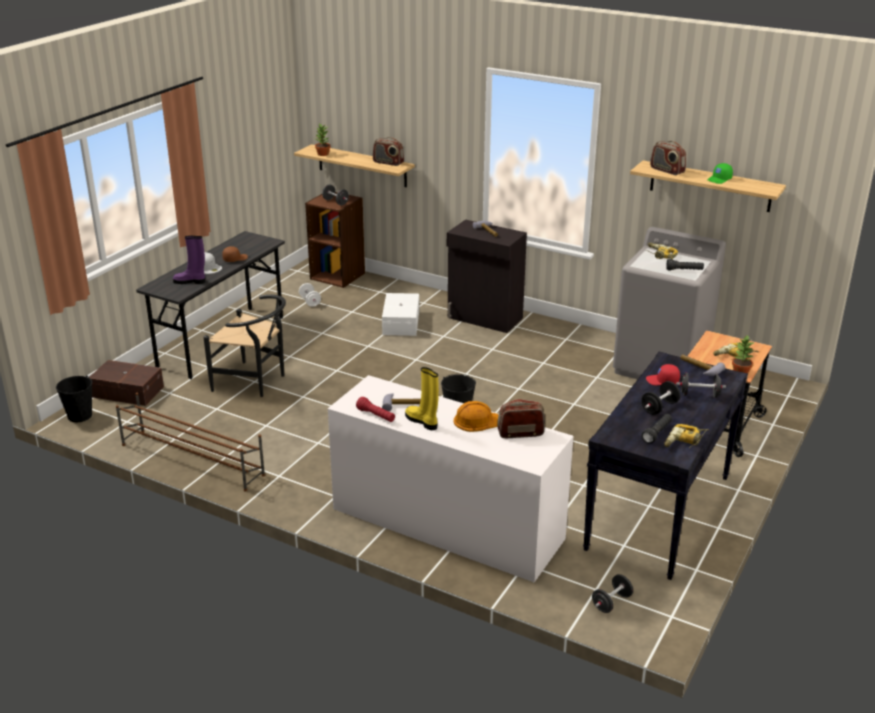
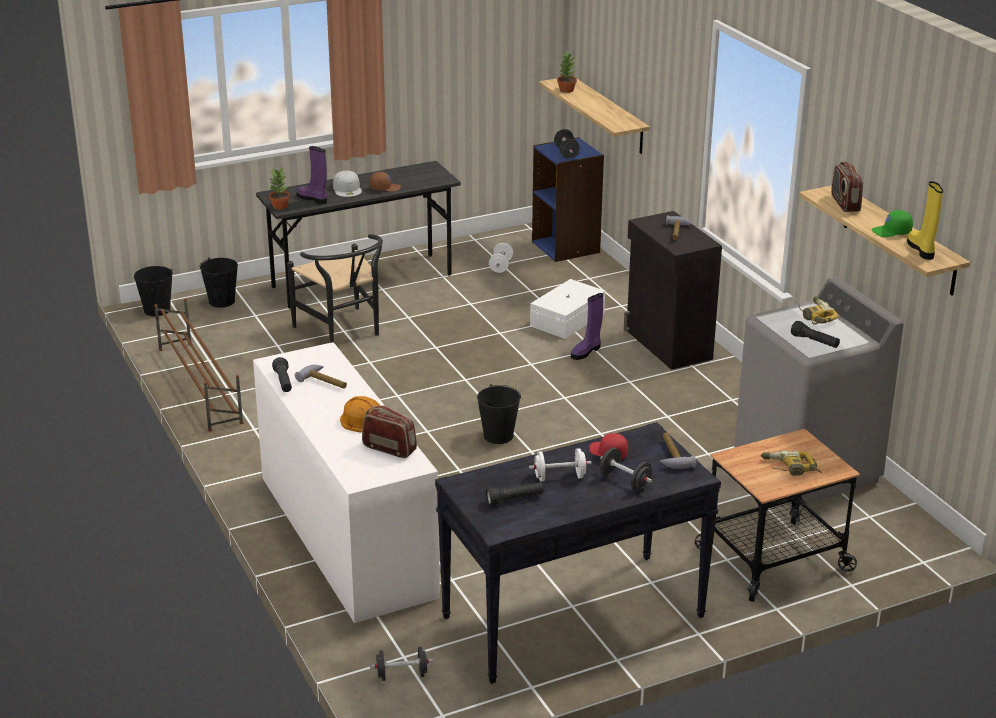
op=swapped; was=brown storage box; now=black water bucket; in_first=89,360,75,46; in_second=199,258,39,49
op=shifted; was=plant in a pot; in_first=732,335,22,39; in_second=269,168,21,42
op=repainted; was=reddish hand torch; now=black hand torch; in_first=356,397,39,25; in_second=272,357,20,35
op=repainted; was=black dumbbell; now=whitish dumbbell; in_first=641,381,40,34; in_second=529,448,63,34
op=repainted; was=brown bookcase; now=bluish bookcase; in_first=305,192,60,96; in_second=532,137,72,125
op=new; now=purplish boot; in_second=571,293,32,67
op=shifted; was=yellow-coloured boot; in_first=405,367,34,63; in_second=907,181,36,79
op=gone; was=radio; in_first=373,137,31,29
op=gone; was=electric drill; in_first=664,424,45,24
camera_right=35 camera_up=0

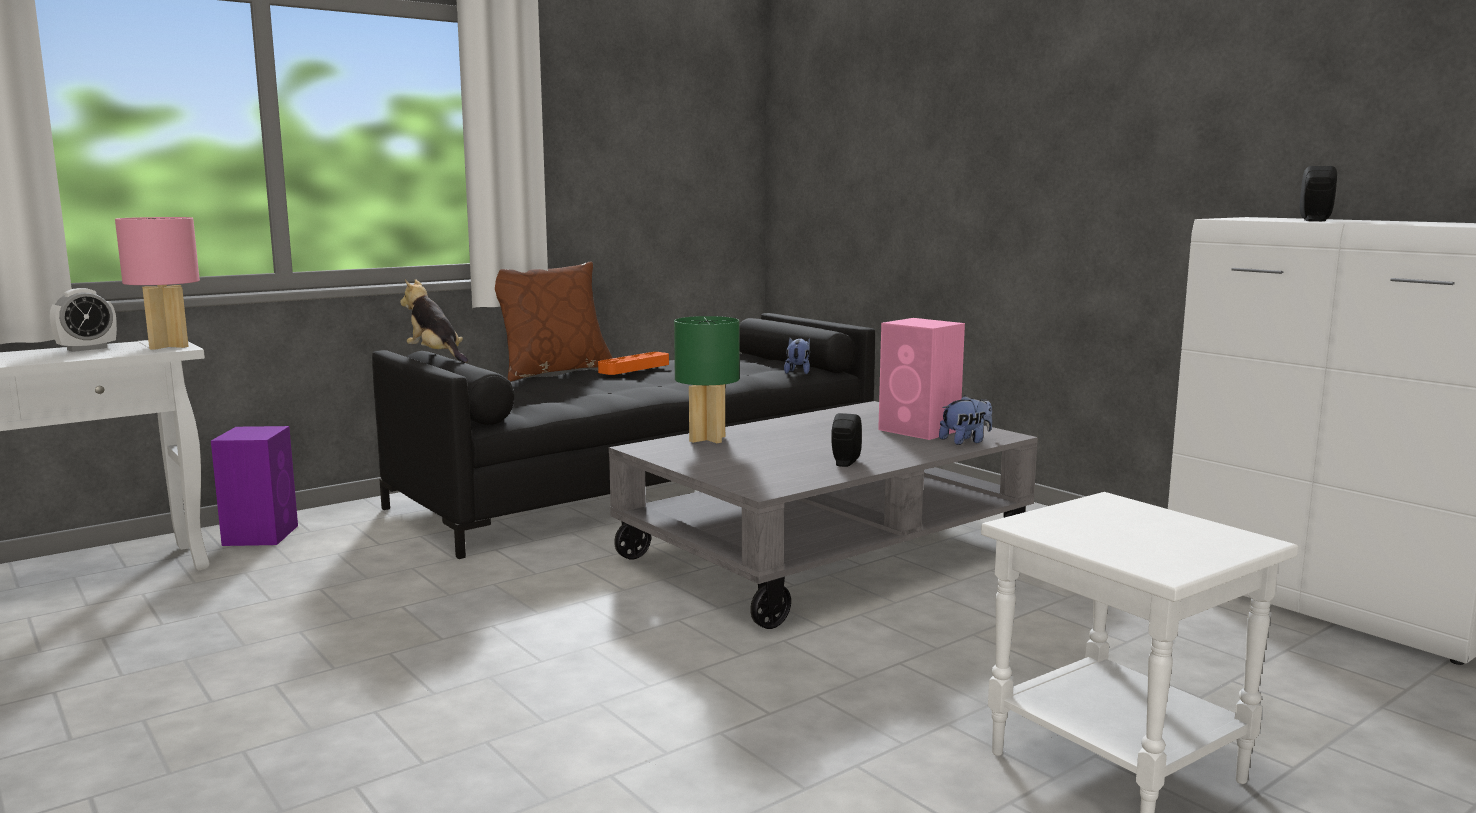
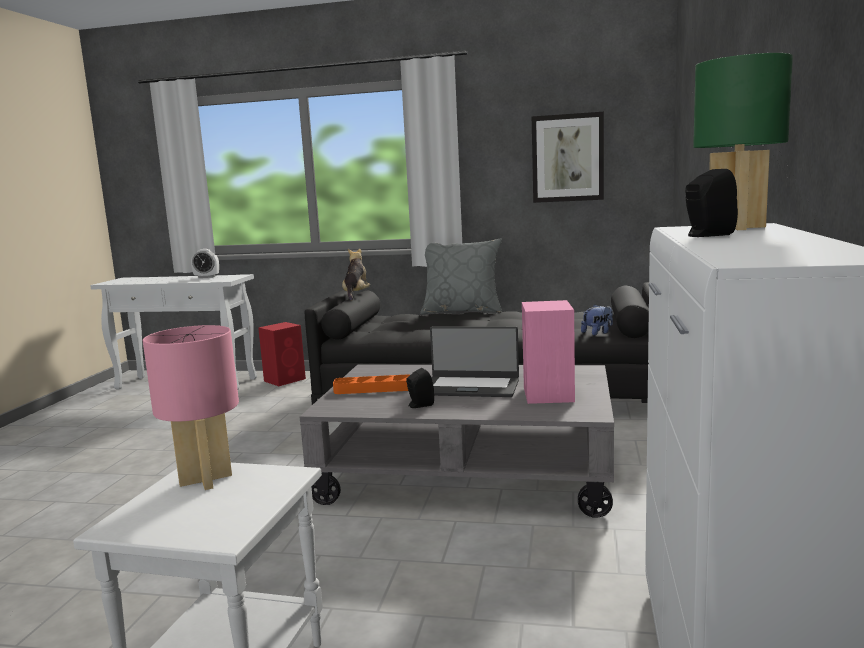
op=shifted; was=pink table lamp; in_first=115,217,85,133; in_second=143,325,96,165
op=repainted; was=purplish audio speaker; now=reddish audio speaker; in_first=211,426,87,120; in_second=258,322,48,64
op=shifted; was=orangey tray; in_first=598,352,71,23; in_second=333,374,77,20
op=repainted; was=brown pillow; now=greyish pillow; in_first=495,261,118,121; in_second=420,239,82,75
op=new; now=laptop; in_second=430,326,89,71
op=new; now=wall art; in_second=532,112,72,91
op=shifted; was=greenish table lamp; in_first=674,316,66,127; in_second=693,53,100,177
op=gone; was=plush toy; in_first=939,395,53,50
camera_right=50 camera_up=0

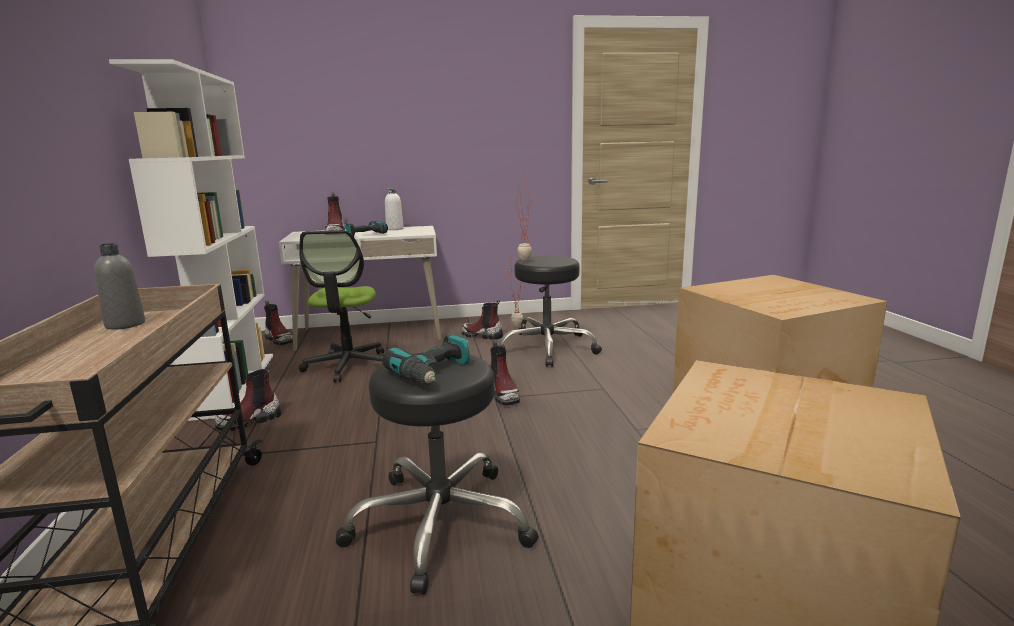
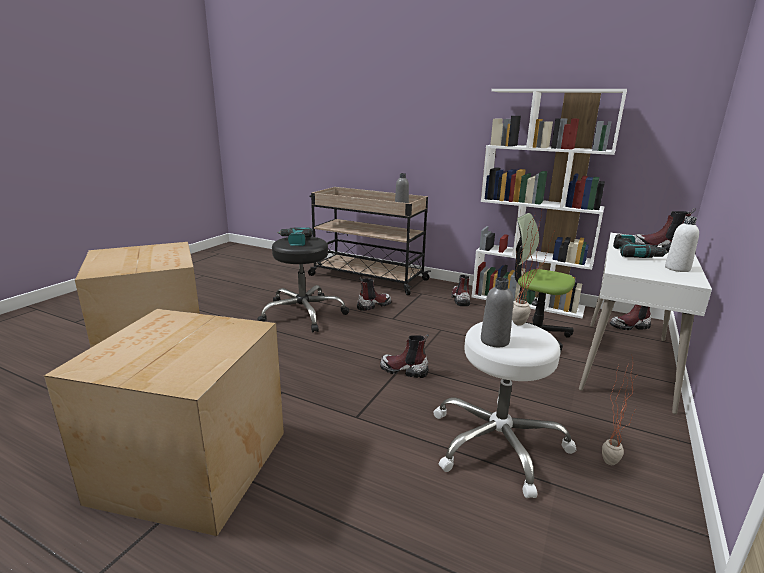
op=shifted; was=boot; in_first=462,300,41,40; in_second=357,278,35,33
op=repainted; was=black stool; now=whitish stool; in_first=499,256,103,111; in_second=433,320,144,178
op=new; now=greyish bottle; in_second=481,277,32,70
camera_right=125 camera_up=5

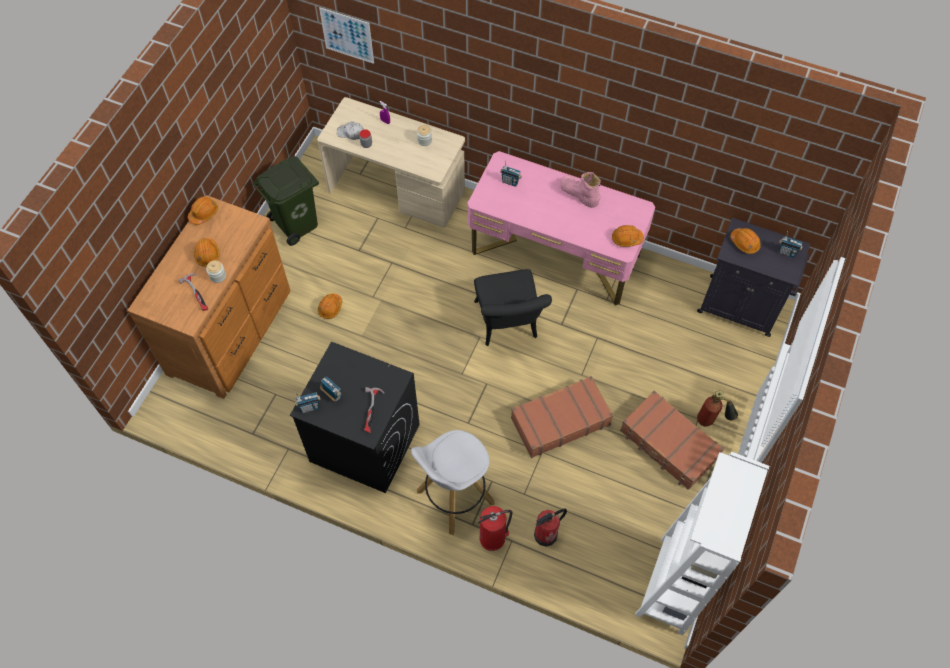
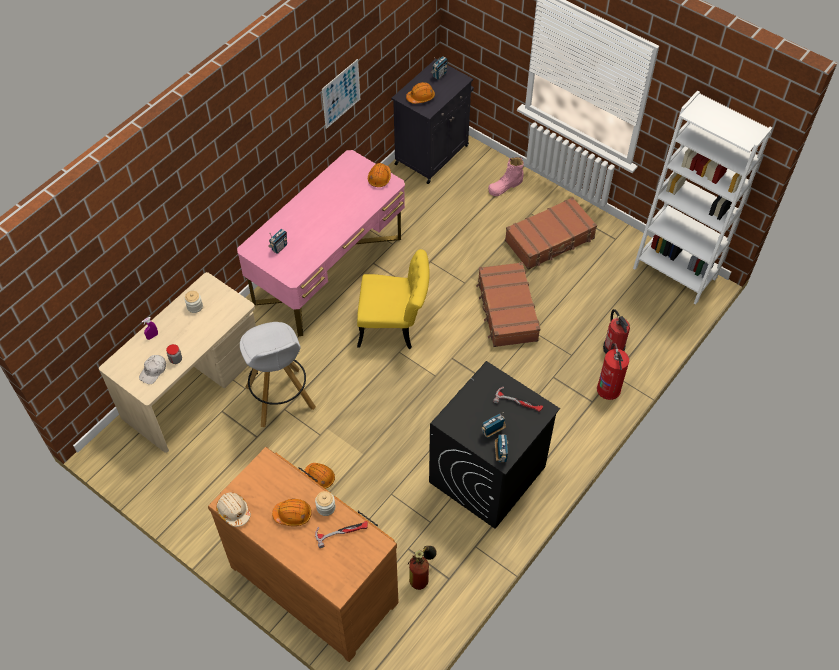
op=repainted; was=orangey hard hat; now=beige-coloured hard hat; in_first=188,196,30,29; in_second=216,492,35,35
op=shifted; was=whitish stool; in_first=411,430,84,105; in_second=240,322,76,105
op=shifted; was=wall art; in_first=319,7,55,57; in_second=322,59,38,70
op=repainted; was=black plain chair; now=yellow-coloured plain chair; in_first=474,269,78,77; in_second=357,249,73,100
op=shifted; was=extinguisher; in_first=697,390,41,37; in_second=408,546,29,44
op=shifted; was=pink boot; in_first=560,172,41,36; in_second=488,157,36,39
op=gone; was=greenish waste bin; in_first=252,155,67,91
camera_right=-75 camera_up=-5

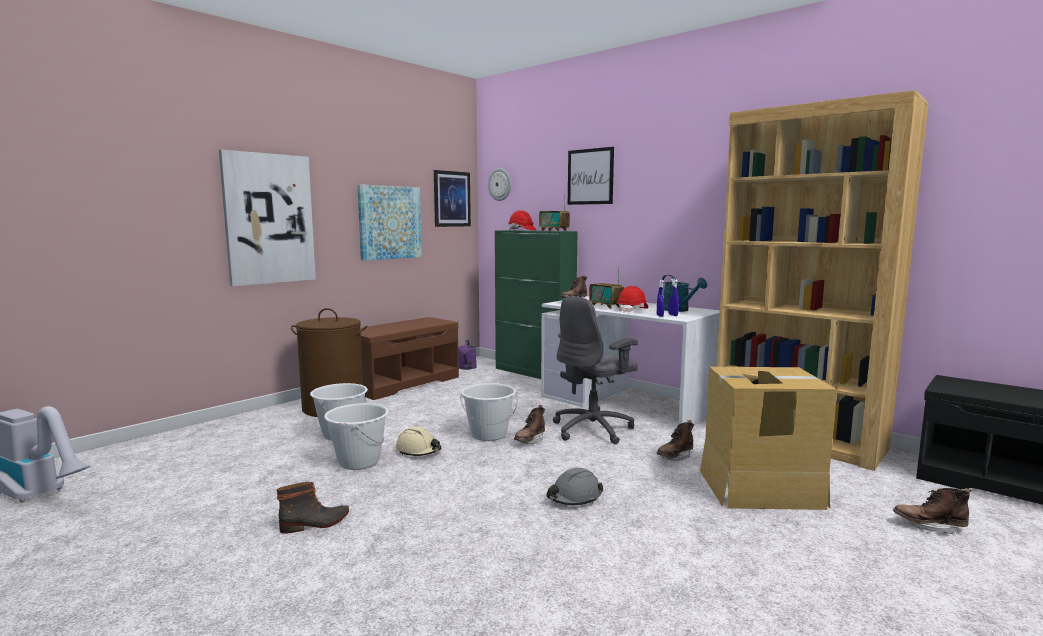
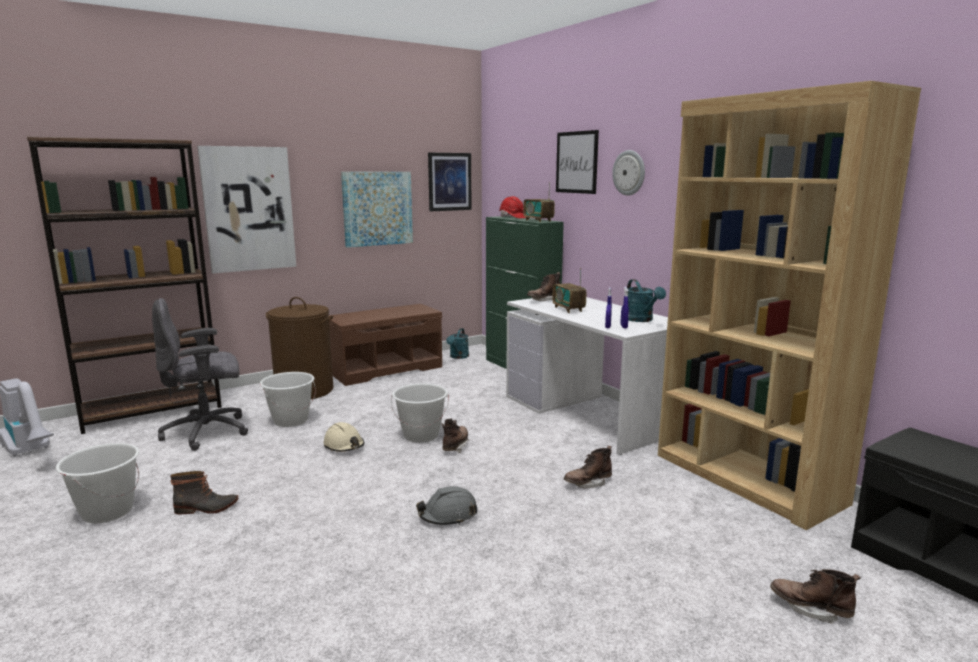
op=new; now=brown bookcase; in_second=27,137,195,297
op=shifted; was=whitish water bucket; in_first=324,403,65,67; in_second=56,443,83,80
op=shifted; was=greyish office chair; in_first=553,296,85,148; in_second=152,298,96,153
op=rotated; was=brown boot; in_first=514,405,31,39; in_second=442,418,27,35; clockwise=150
op=repainted; was=purplish sprinkling can; now=blue-green sprinkling can; in_first=458,340,19,30; in_second=446,328,23,31
op=shifted; was=wall clock; in_first=488,168,23,33; in_second=612,150,33,46
op=gone; was=reddish hard hat; in_first=617,286,32,27
op=gone; was=carton; in_first=700,367,137,143
camera_right=15 camera_up=5

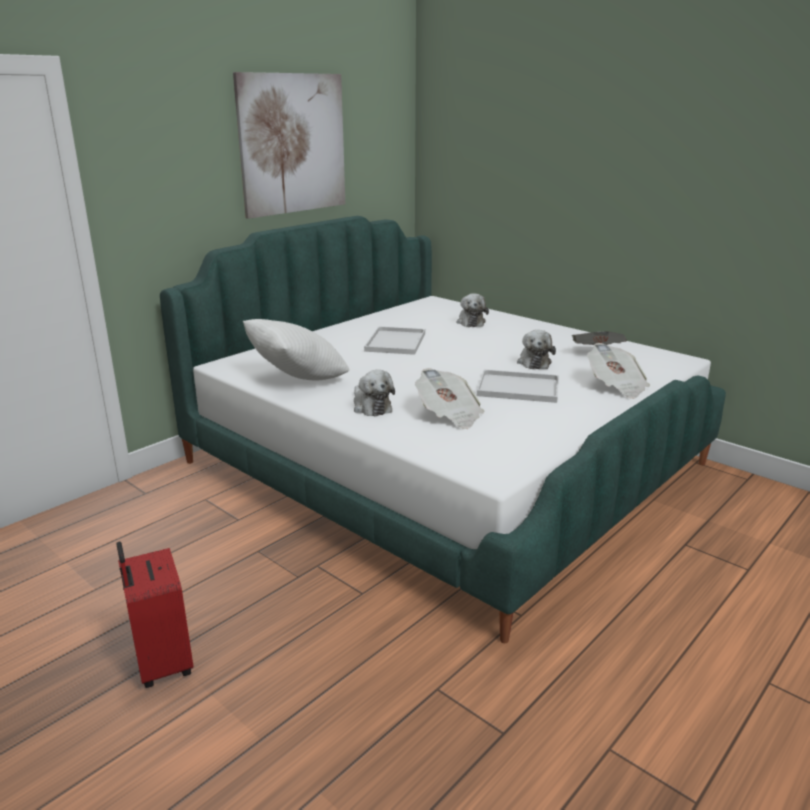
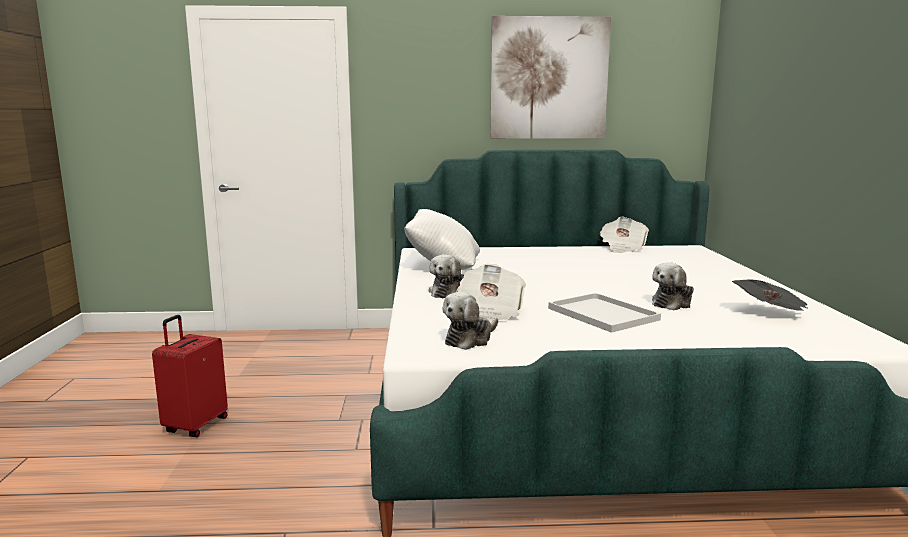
op=shifted; was=plush toy; in_first=457,293,32,34; in_second=442,292,56,58
op=shifted; was=printed paper; in_first=587,343,63,56; in_second=600,217,49,36
op=gone; was=whitish tray; in_first=364,326,61,29
camera_right=45 camera_up=-10

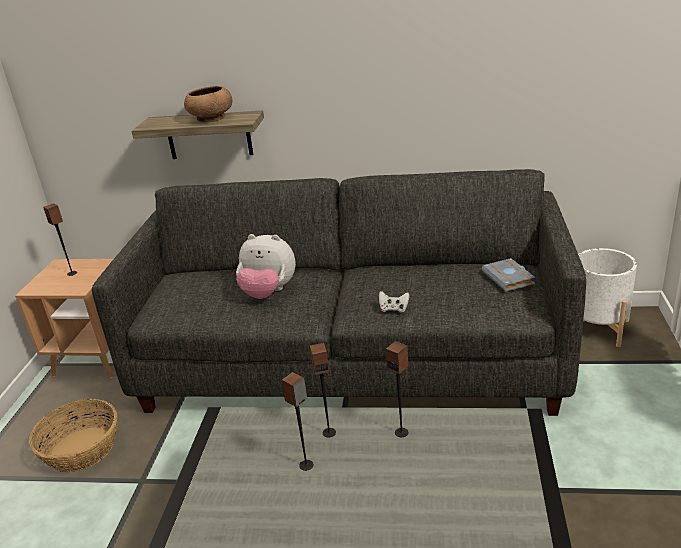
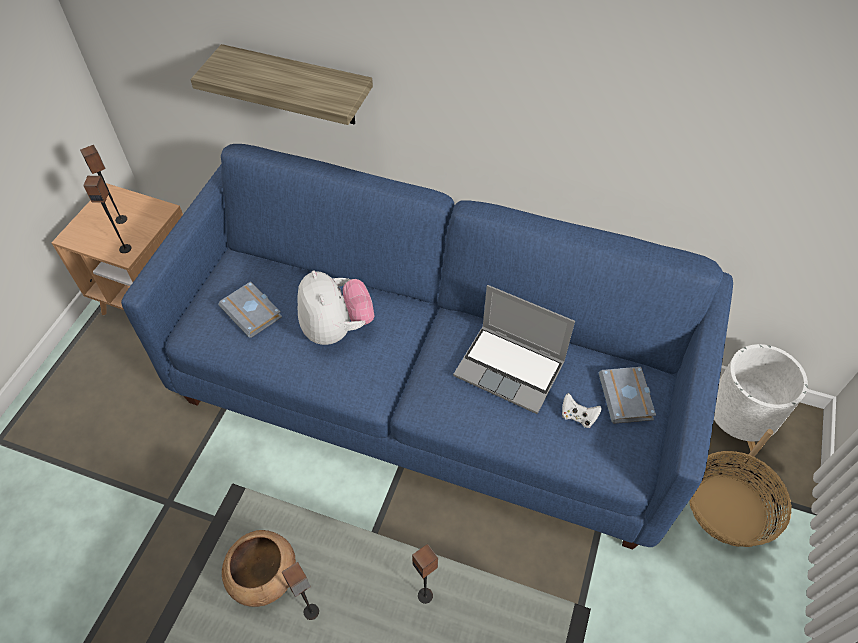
op=shifted; was=audio speaker; in_first=310,343,26,95; in_second=83,176,49,77
op=repainted; was=greyish settee; now=bluish settee; in_first=92,169,494,247; in_second=121,144,612,406
op=new; now=greyish book; in_second=218,281,64,57
op=shifted; was=brown serving bowl; in_first=184,86,48,36; in_second=222,530,74,77
op=rotated; was=plush toy; in_first=236,234,60,65; in_second=297,270,78,75; clockwise=-135
op=new; now=laptop; in_second=453,285,122,129
op=shifted; was=whitish game controller; in_first=379,291,30,22; in_second=562,393,40,35
op=shifted; was=household basket; in_first=29,399,89,73; in_second=689,451,103,96
camera_right=10 camera_up=25

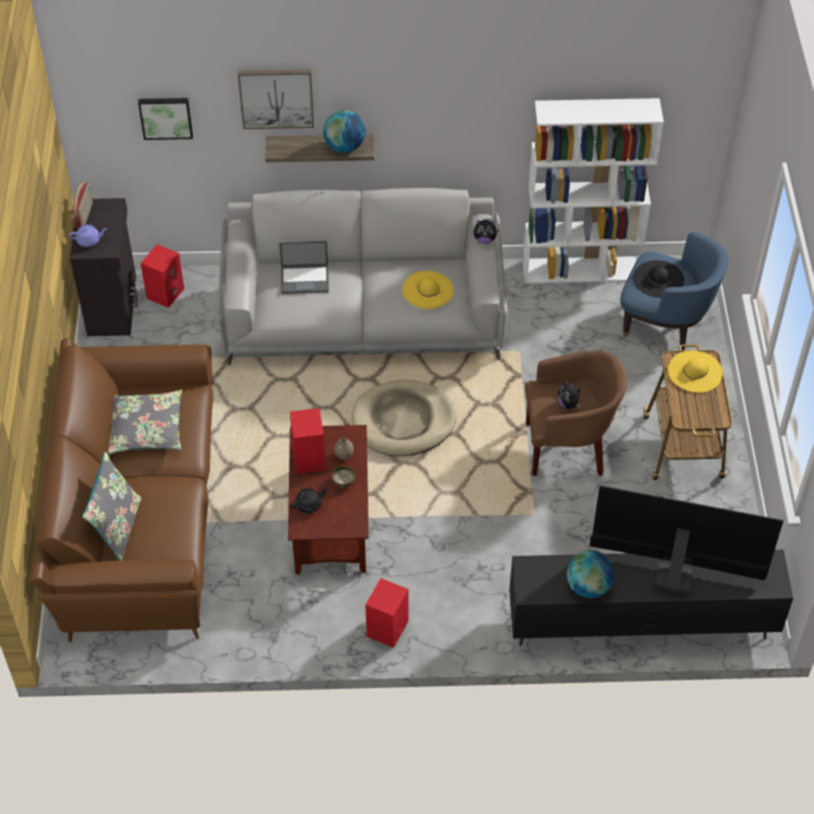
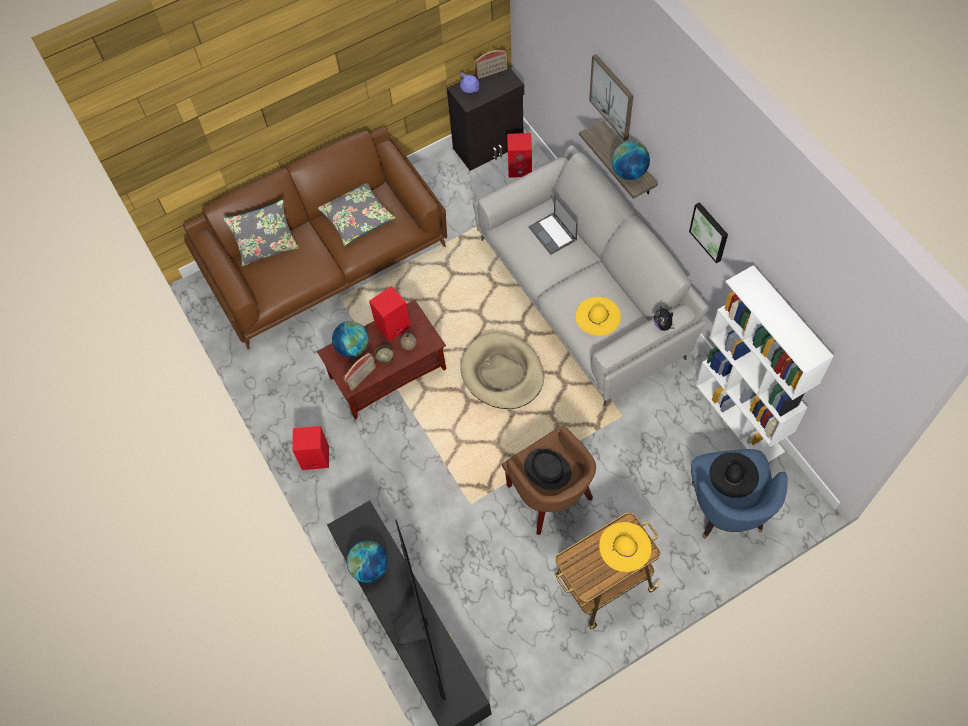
op=swapped; was=black tea pot; now=globe; in_first=290,487,38,26; in_second=332,321,37,37
op=new; now=radio; in_second=343,353,33,38
op=swapped; was=plush toy; now=black hat; in_first=557,379,25,30; in_second=524,449,47,41
op=shifted; was=wall art; in_first=138,98,55,42; in_second=689,202,39,61
camera_right=65 camera_up=10

